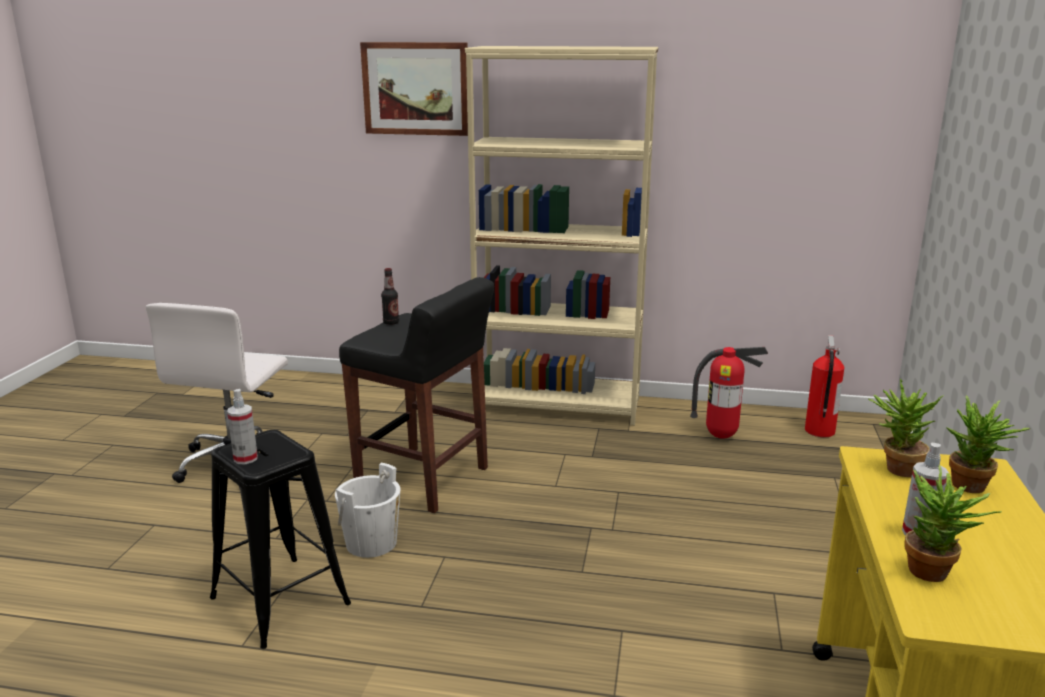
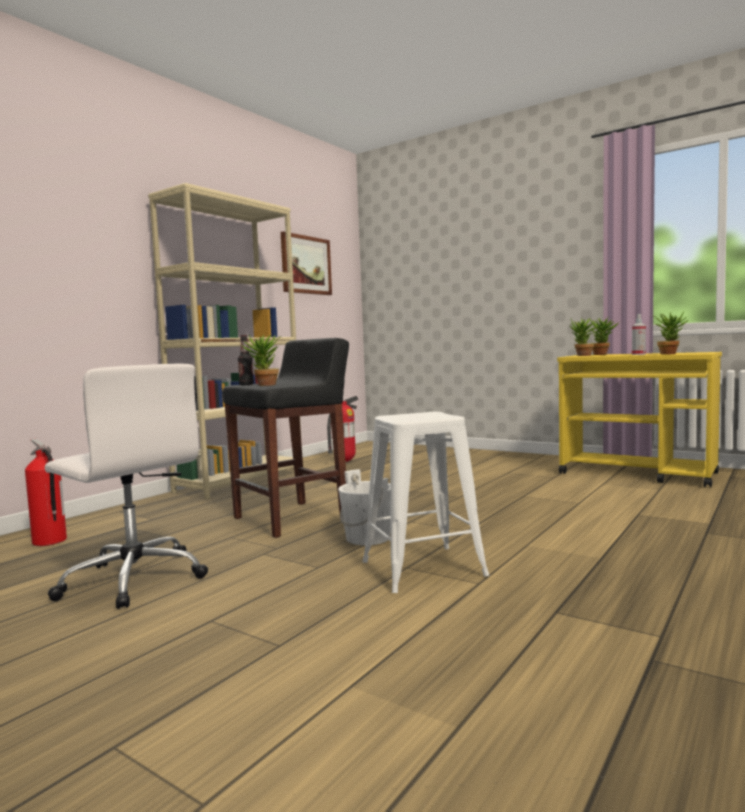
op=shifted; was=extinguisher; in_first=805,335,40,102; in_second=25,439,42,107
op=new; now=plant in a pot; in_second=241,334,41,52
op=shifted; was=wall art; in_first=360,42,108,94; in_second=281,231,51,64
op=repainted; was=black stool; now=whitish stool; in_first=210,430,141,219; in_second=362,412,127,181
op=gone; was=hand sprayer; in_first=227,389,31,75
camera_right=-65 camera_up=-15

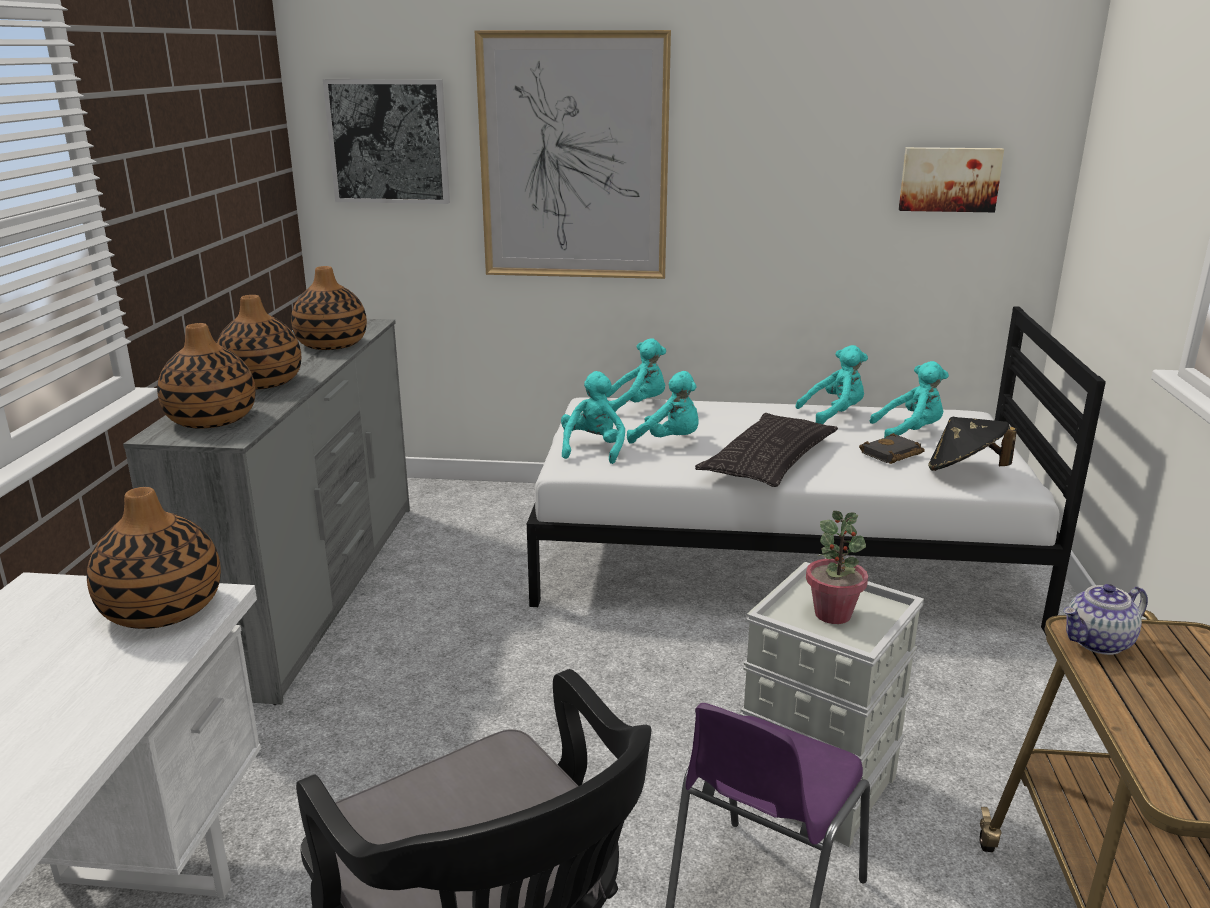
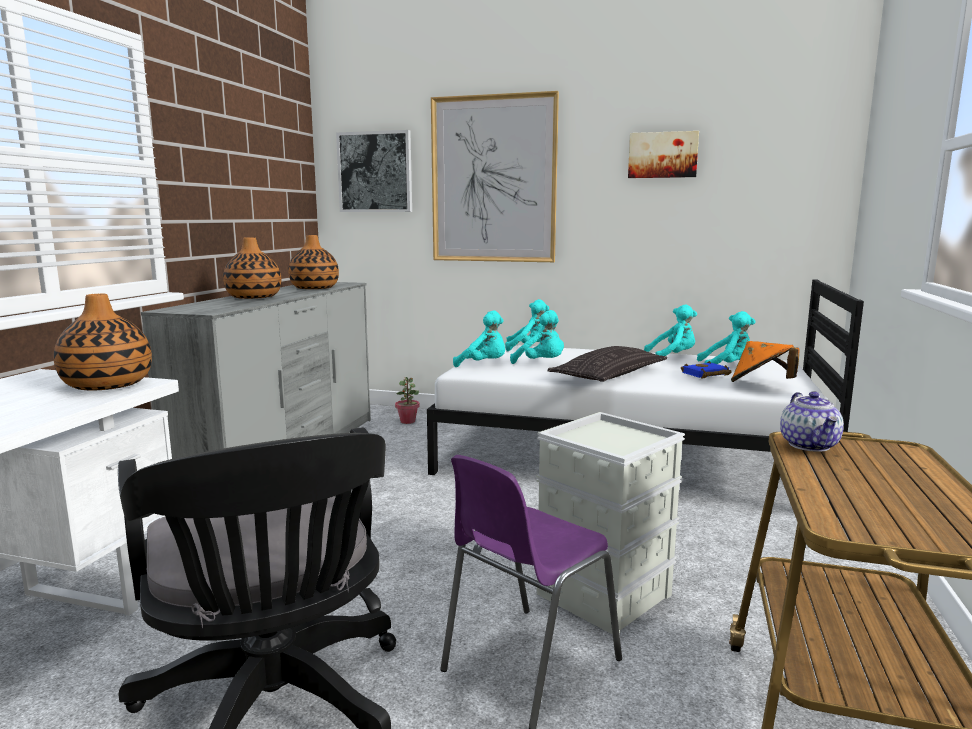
op=shifted; was=plant in a pot; in_first=806,511,62,113; in_second=395,377,25,47
op=rotated; was=blue-green plush toy; in_first=561,371,64,93; in_second=453,310,52,57; clockwise=90
op=shifted; was=wall art; in_first=899,147,105,65; in_second=628,131,71,47
op=repainted; was=black book; now=bluish book; in_first=859,433,66,31; in_second=681,361,50,18
op=repainted; was=black hat; now=orangey hat; in_first=928,417,89,54; in_second=731,341,69,41
op=rotated; was=tea pot; in_first=1063,584,85,71; in_second=780,391,64,61; clockwise=-75
op=gone; was=vase; in_first=157,323,99,106
camera_right=10 camera_up=-10

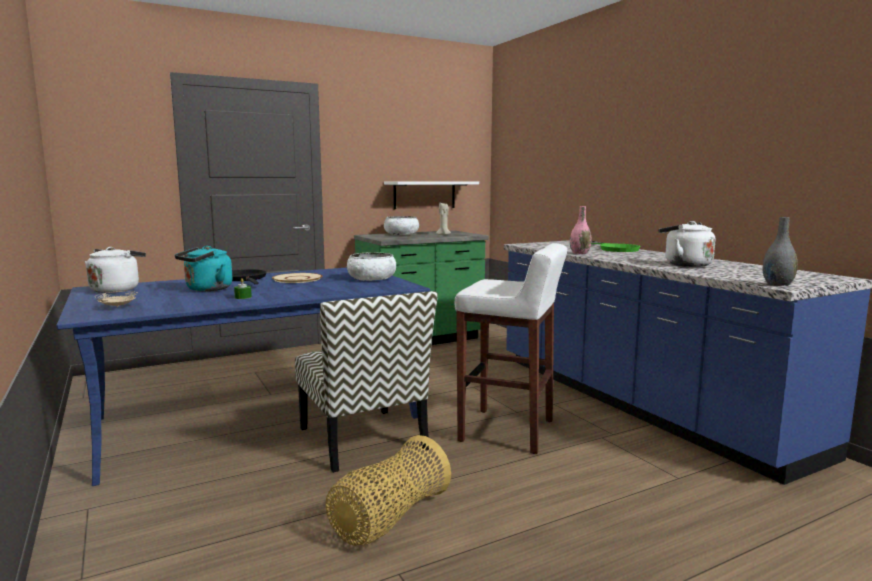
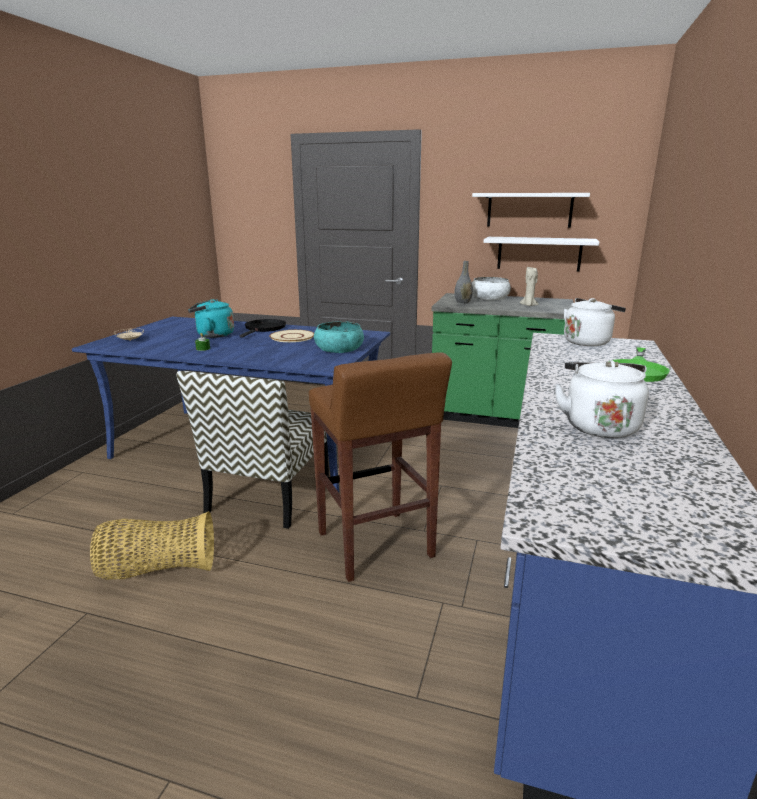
op=repainted; was=whitish stool; now=brown stool; in_first=455,243,112,211; in_second=309,352,143,230
op=repainted; was=whitish serving bowl; now=blue-green serving bowl; in_first=347,252,49,29; in_second=314,321,50,32
op=shifted; was=greyish vase; in_first=763,217,35,69; in_second=454,261,19,43
op=new; now=whitish wall shelf; in_second=472,193,118,35
op=shifted; was=whitish tea kettle; in_first=85,247,61,46; in_second=564,298,62,48
op=gone; was=pink vase; in_first=570,206,22,48
camera_right=45 camera_up=10

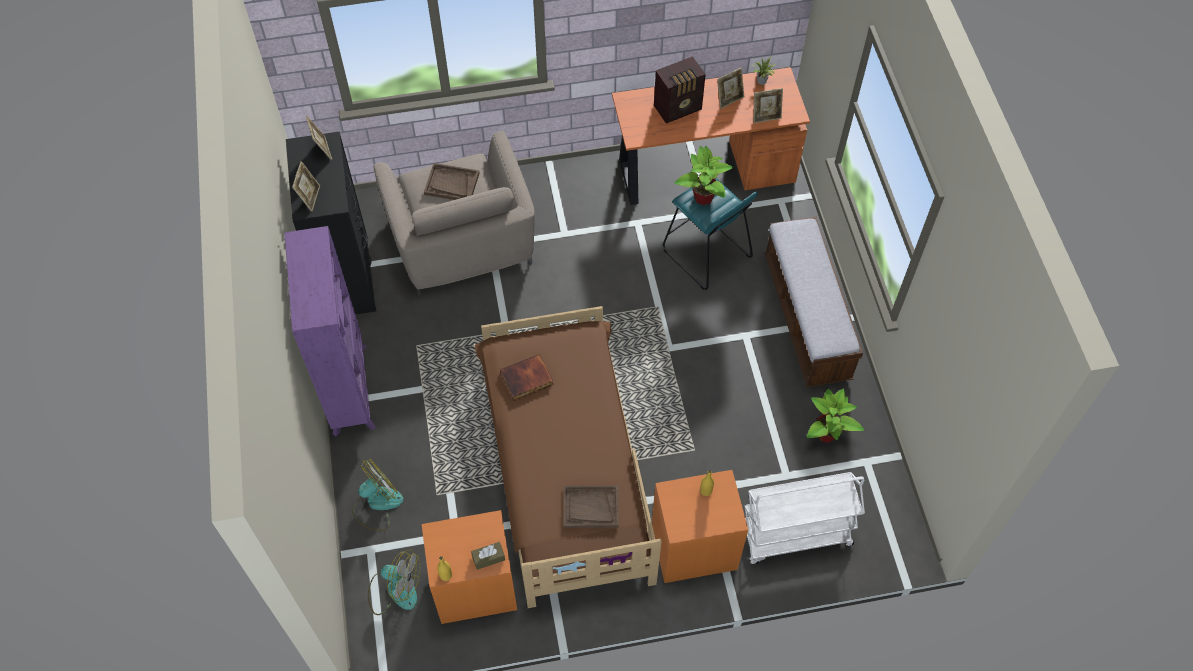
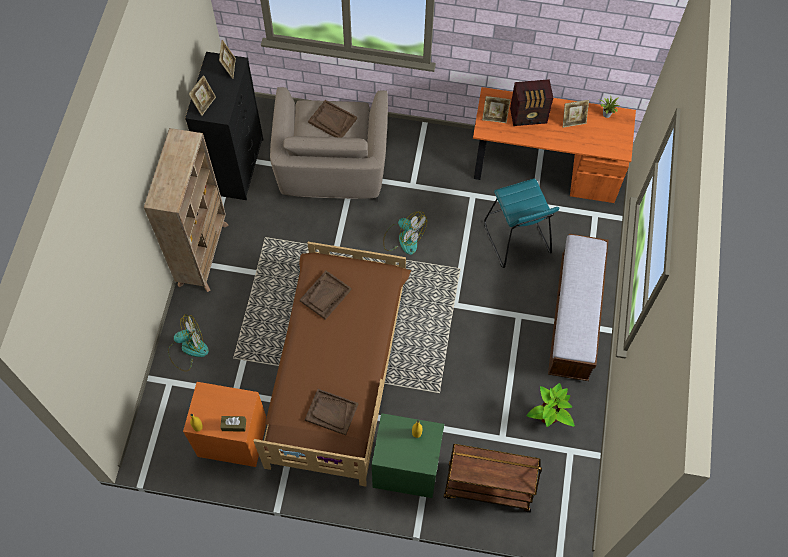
op=repainted; was=purplish bookcase; now=beige-coloured bookcase; in_first=284,226,92,210; in_second=144,128,85,164
op=swapped; was=book; now=brown tray; in_first=500,354,54,47; in_second=300,271,51,49
op=repainted; was=orangey bedside table; now=greenish bedside table; in_first=652,470,96,113; in_second=372,413,72,85
op=shifted; was=electric fan; in_first=368,550,52,65; in_second=383,212,44,43
op=repainted; was=whitish wheeled cart; now=brown wheeled cart; in_first=745,472,120,92; in_second=443,444,99,68
op=shifted; was=photo frame; in_first=753,88,30,35; in_second=482,96,29,27
op=gone; was=plant in a pot; in_first=674,146,59,59
camera_right=20 camera_up=5

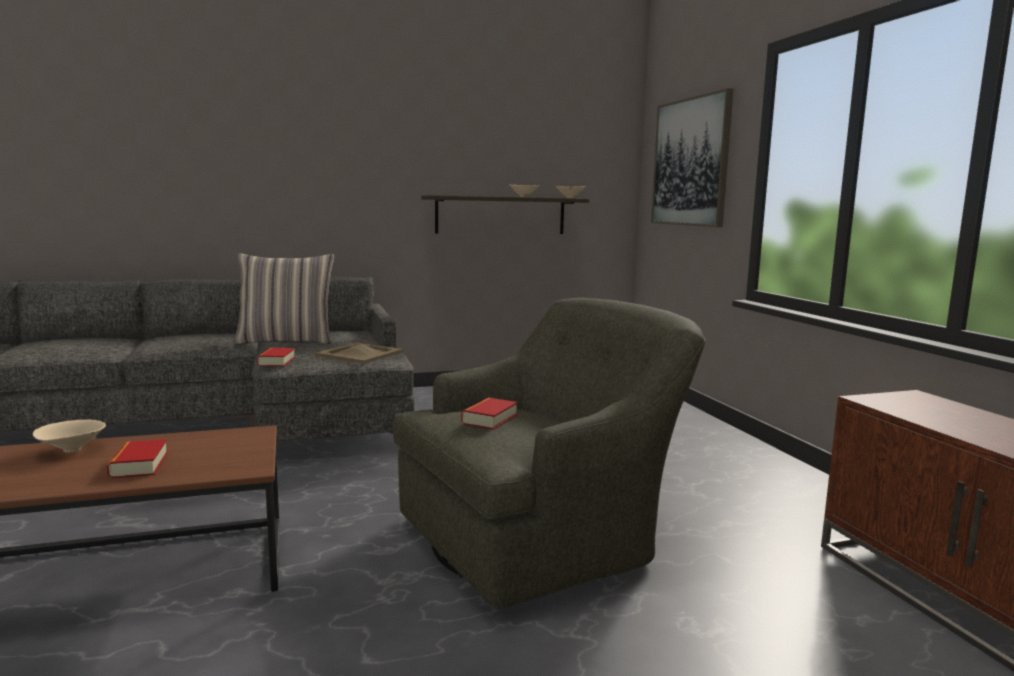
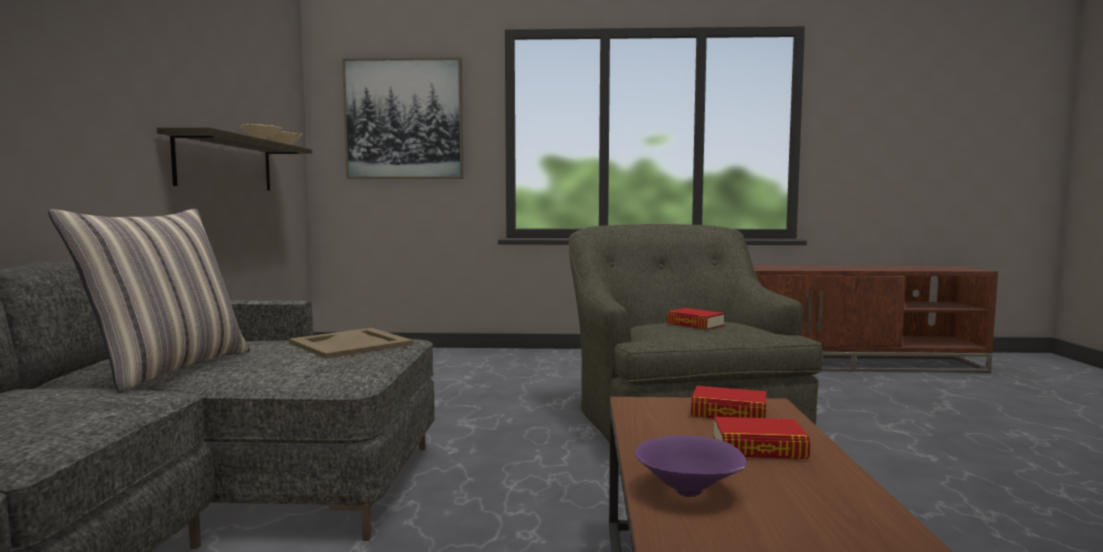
op=repainted; was=beige-coloured serving bowl; now=purplish serving bowl; in_first=33,420,73,33; in_second=634,435,113,62
op=shifted; was=book; in_first=257,348,38,18; in_second=691,386,75,32
camera_right=-70 camera_up=-5

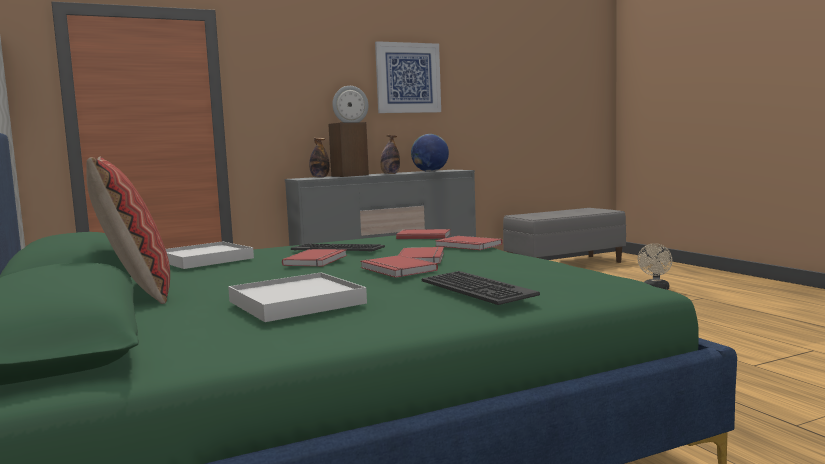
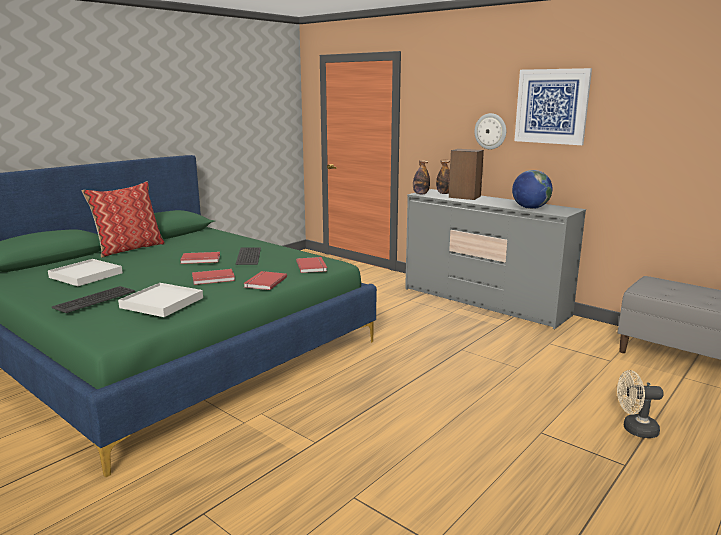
op=shifted; was=whitish tray; in_first=166,241,88,28; in_second=118,283,85,34
op=shifted; was=bottle; in_first=380,135,20,39; in_second=413,160,17,34
op=gone; was=reddish book; in_first=360,255,78,23
camera_right=65 camera_up=10

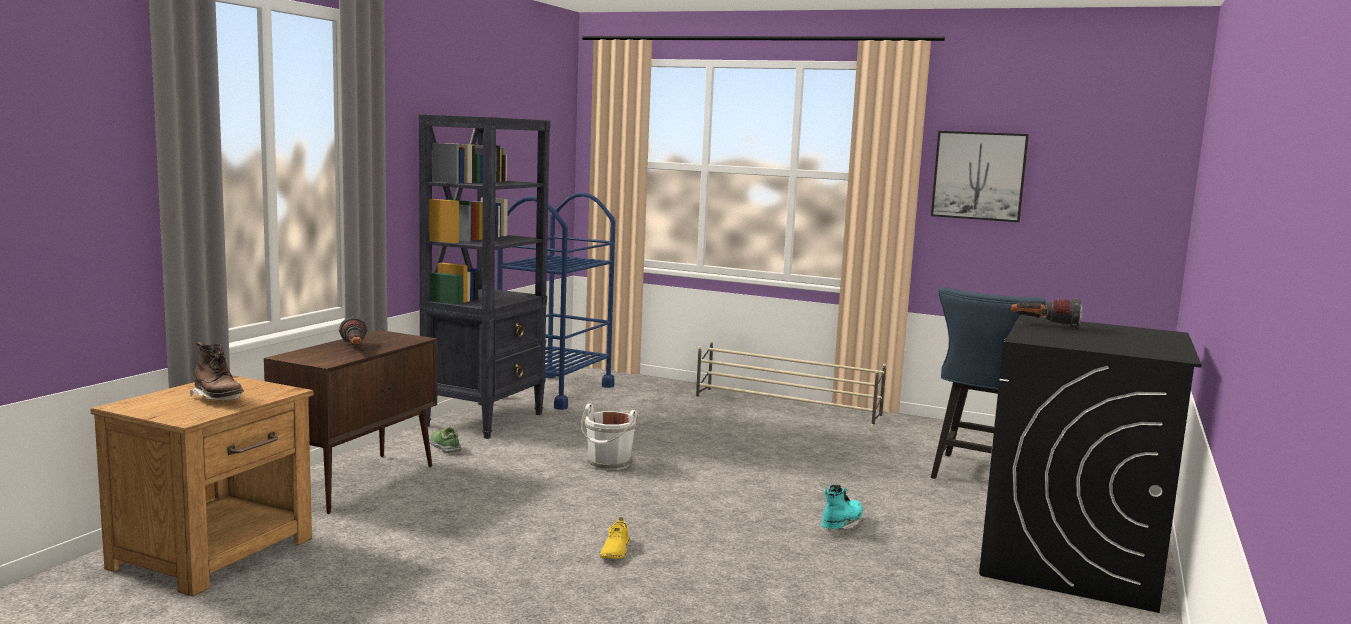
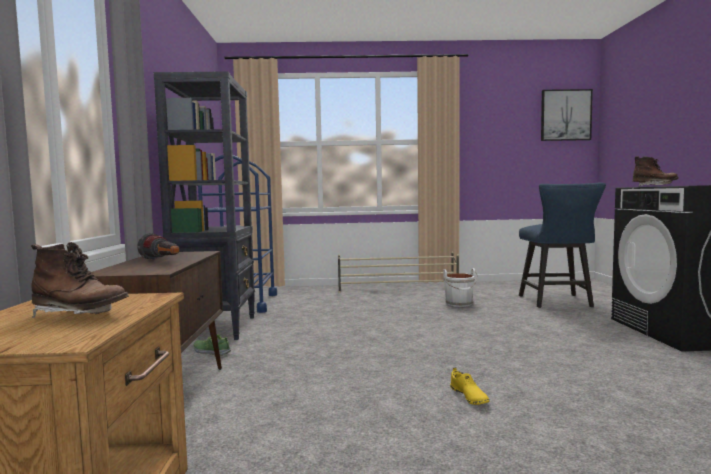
op=shifted; was=whitish water bucket; in_first=581,404,56,66; in_second=443,268,34,39
op=shifted; was=wall art; in_first=931,131,98,91; in_second=541,89,52,52
op=swapped; was=hand torch; now=brown boot; in_first=1011,298,71,31; in_second=632,156,47,30
op=gone; was=blue-green boot; in_first=821,485,42,50
camera_right=-25 camera_up=-5

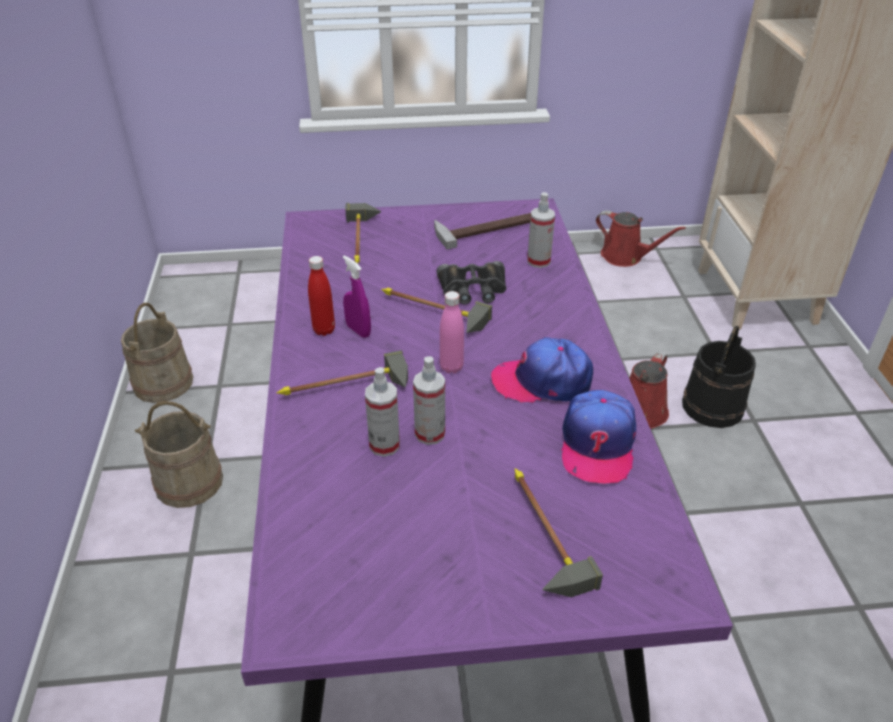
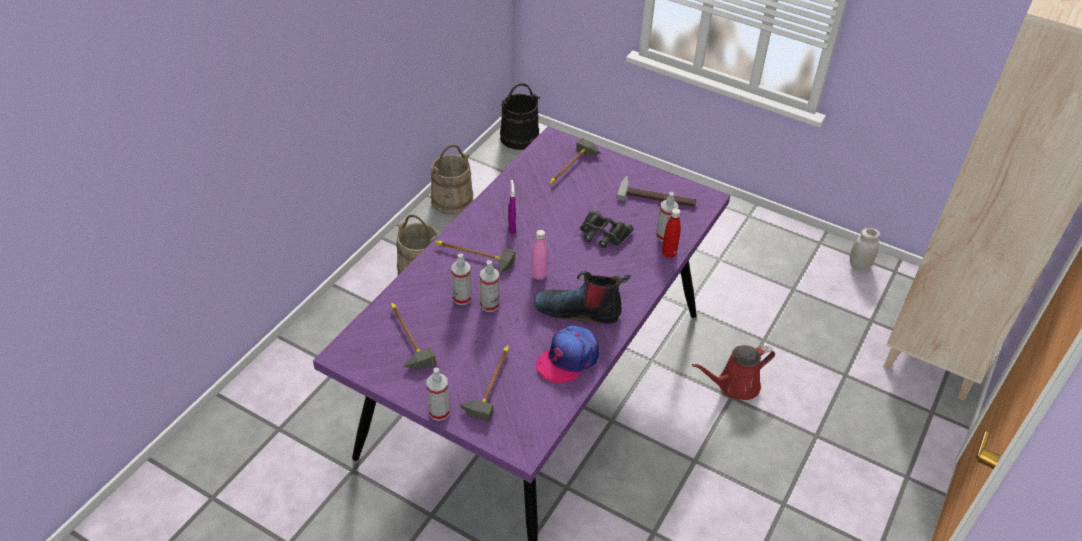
op=shifted; was=hand hammer; in_first=381,288,111,45; in_second=391,302,45,67
op=new; now=hand sprayer; in_second=427,367,23,54
op=shifted; was=black water bucket; in_first=682,326,74,102; in_second=500,83,40,67
op=swapped; was=cap; now=boot; in_first=491,337,102,66; in_second=534,271,96,53
op=shifted; was=reddish bottle; in_first=308,256,27,80; in_second=662,208,19,50
op=swapped; was=reddish sprinkling can; now=whitish jar; in_first=596,210,90,57; in_second=850,228,30,42
camera_right=35 camera_up=5

